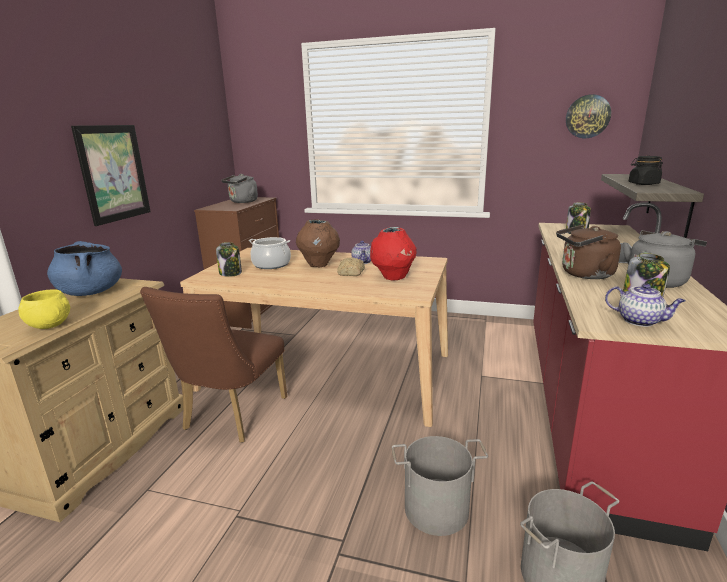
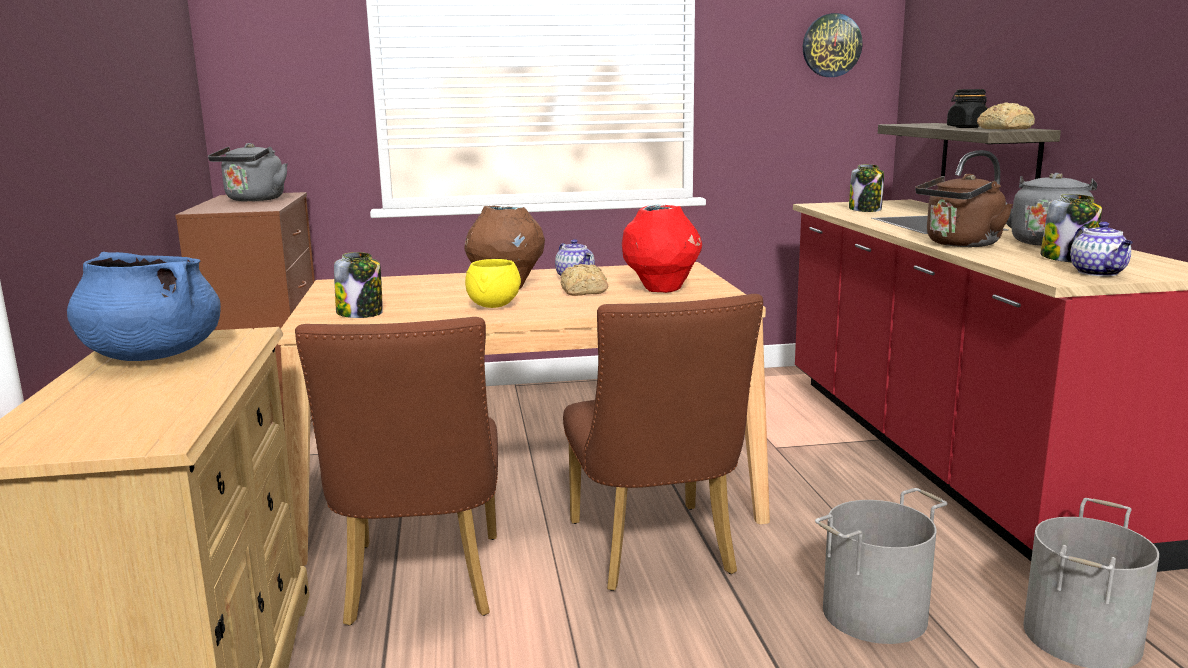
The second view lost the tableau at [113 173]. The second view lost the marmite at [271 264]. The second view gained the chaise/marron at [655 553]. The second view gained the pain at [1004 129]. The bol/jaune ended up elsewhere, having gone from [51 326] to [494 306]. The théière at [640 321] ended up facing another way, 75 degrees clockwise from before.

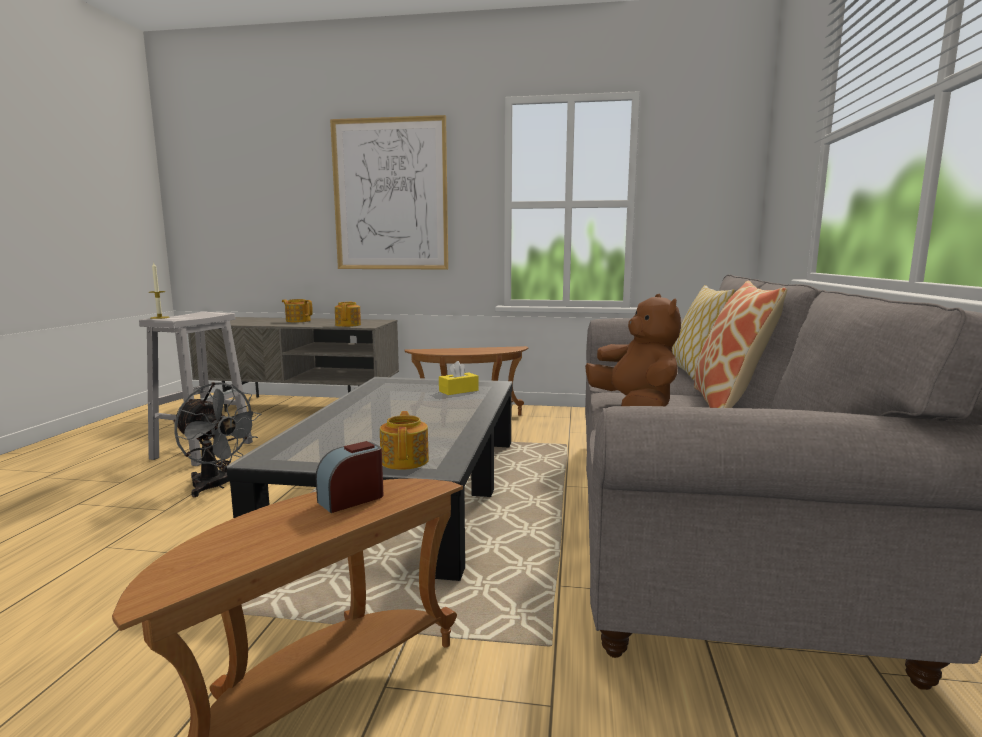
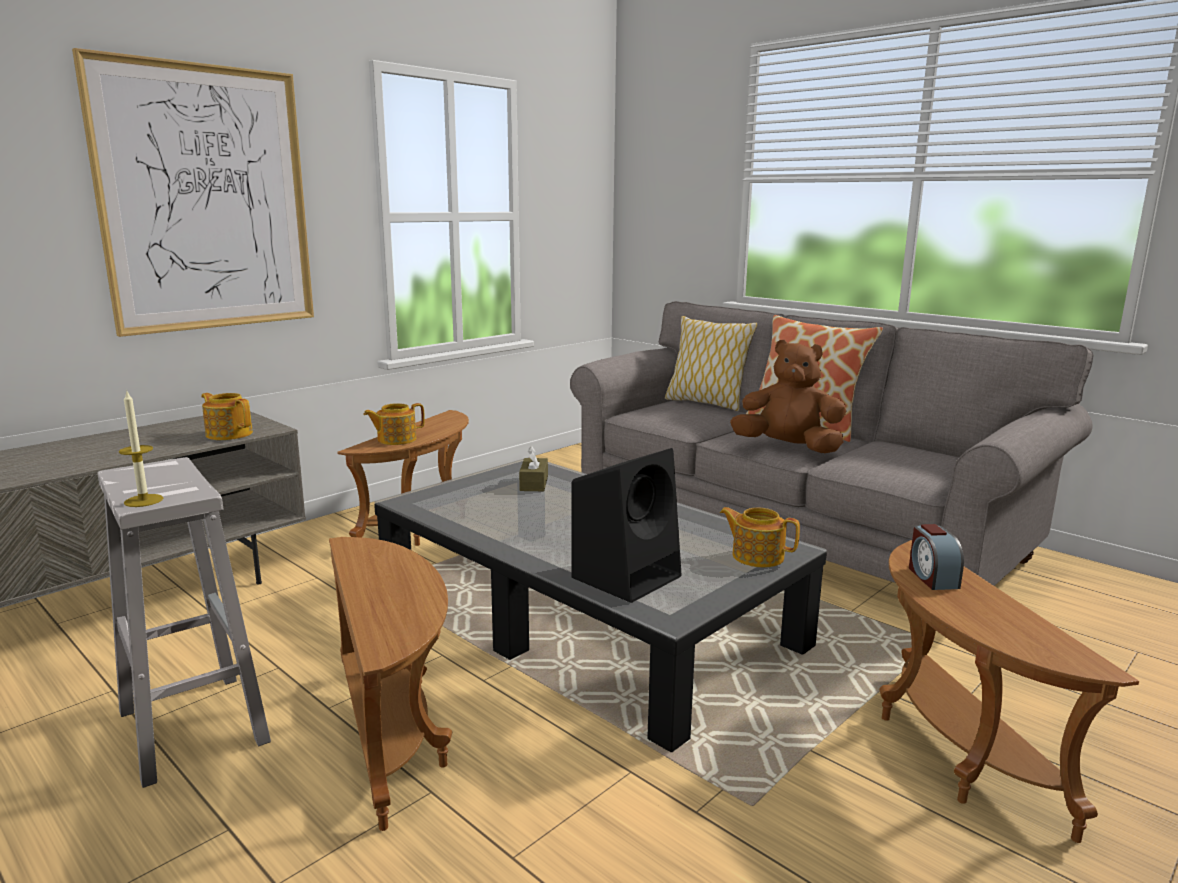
The second view gained the enceinte/noir at [627 576]. The théière ended up elsewhere, having gone from [298 321] to [395 439]. Where the ventilateur/gris stood at [217 486], the table d'appoint/marron came to stand at [394 735]. What was the boîte à mouchoirs/jaune at [458 391] turned into the boîte à mouchoirs/marron at [534 483].

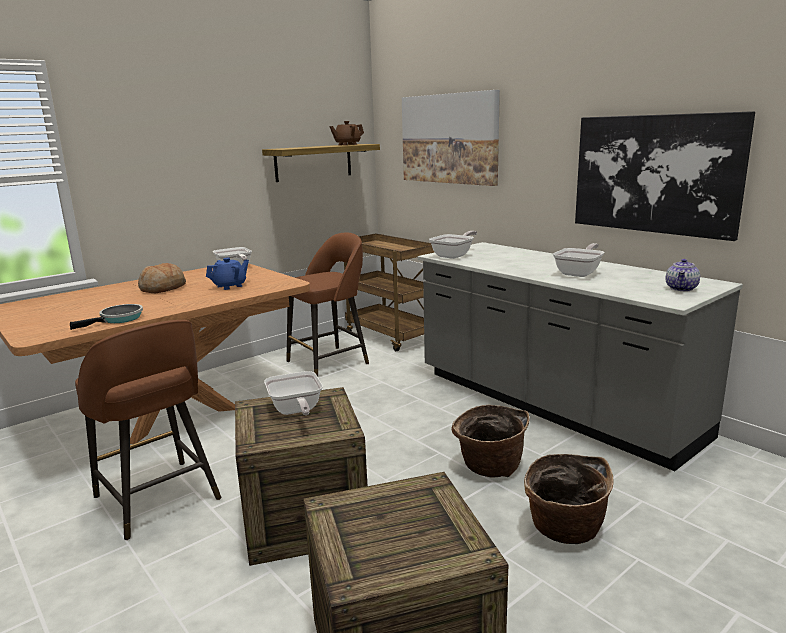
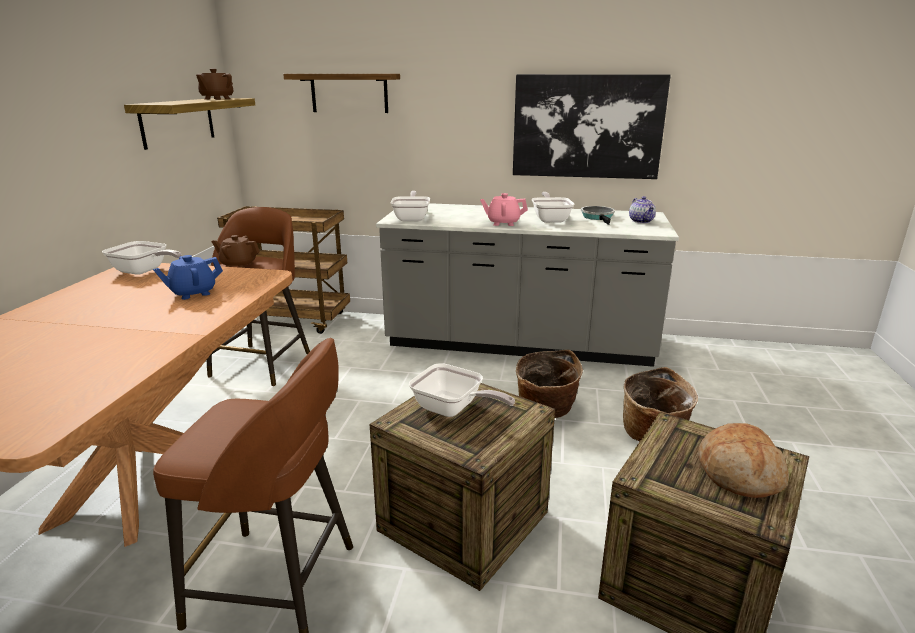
The second view gained the théière/marron at [238 265]. The second view gained the théière/rose at [503 223]. The poêle ended up elsewhere, having gone from [118 319] to [598 217]. The pain ended up elsewhere, having gone from [163 288] to [739 473]. Where the tableau hung at [449 139], the étagère came to hang at [349 93]. The théière/bleu at [230 286] ended up facing another way, 135 degrees counterclockwise from before.

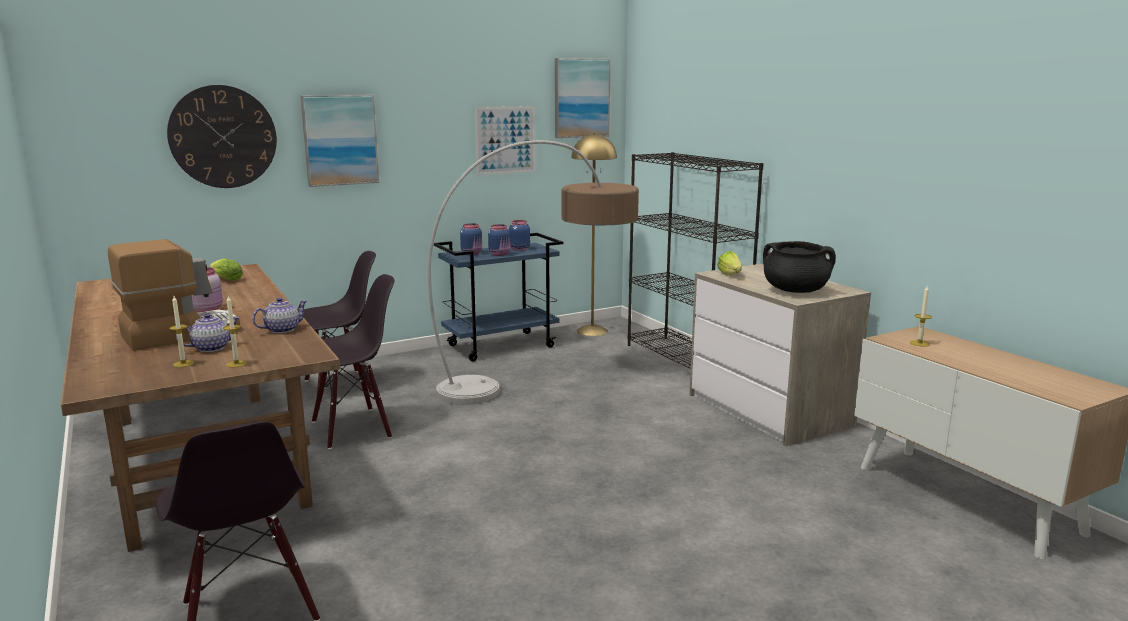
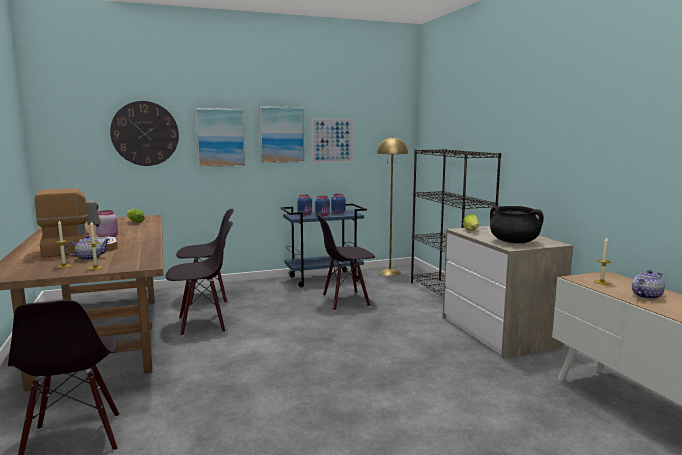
The théière ended up elsewhere, having gone from [282 330] to [646 296]. The tableau ended up elsewhere, having gone from [581 98] to [281 134]. Where the lampadaire stood at [546 378], the chaise/noir came to stand at [345 301].

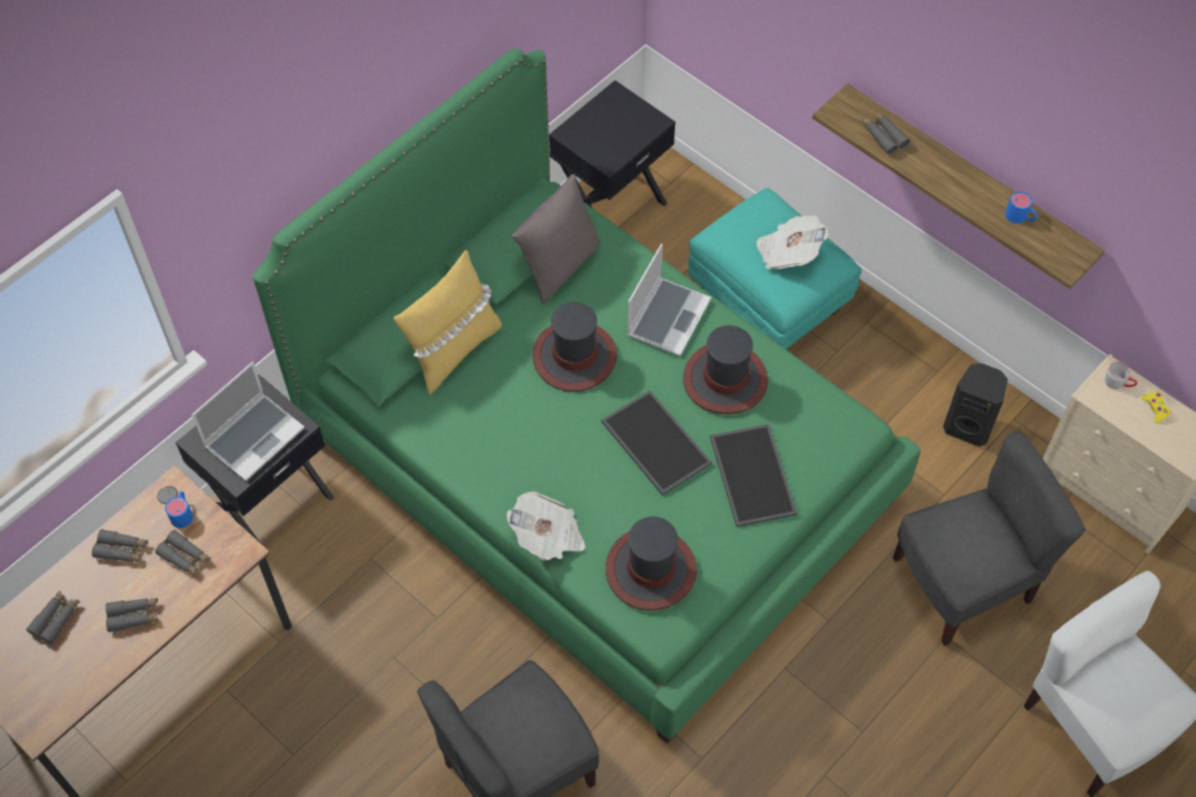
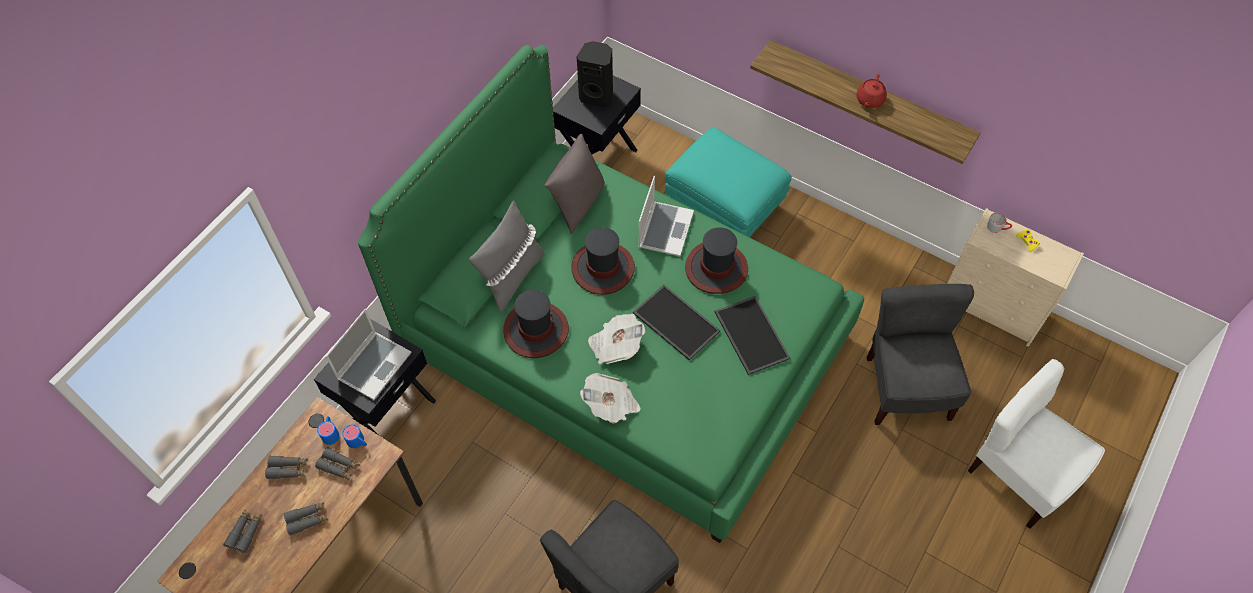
The second view lost the jumelles/gris at [884 136]. The second view gained the théière/rouge at [869 100]. The chapeau ended up elsewhere, having gone from [650 570] to [536 330]. The journal ended up elsewhere, having gone from [788 253] to [615 346]. The enceinte/noir ended up elsewhere, having gone from [968 426] to [597 95]. The mug/bleu ended up elsewhere, having gone from [1020 217] to [358 442]. What was the coussin/jaune at [453 351] turned into the coussin/gris at [512 277]. The chaise/gris at [963 582] ended up facing another way, 60 degrees counterclockwise from before.

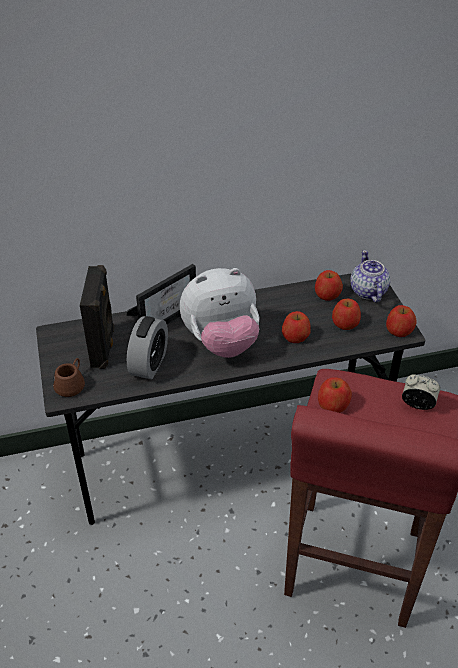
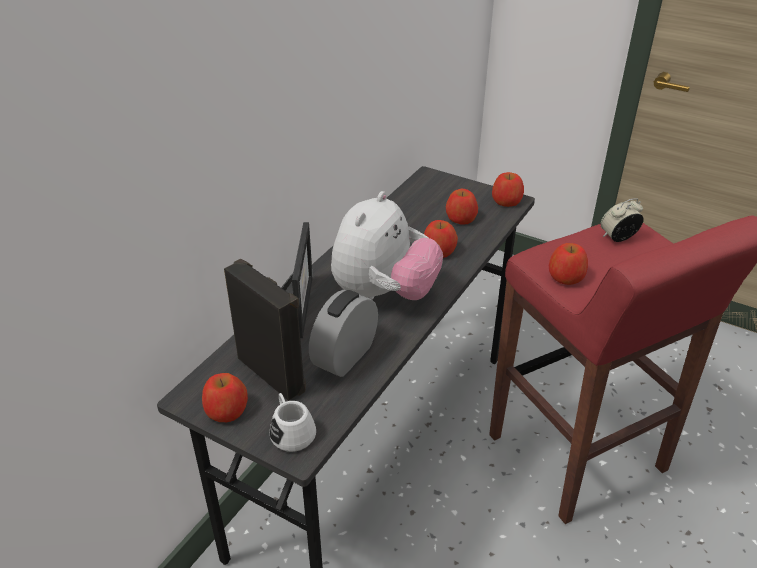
The second view lost the théière at [368 292]. The pomme ended up elsewhere, having gone from [327 294] to [226 410]. What was the mug/marron at [71 384] turned into the mug/blanc at [291 431]. The réveil at [149 364] ended up facing another way, 120 degrees counterclockwise from before.

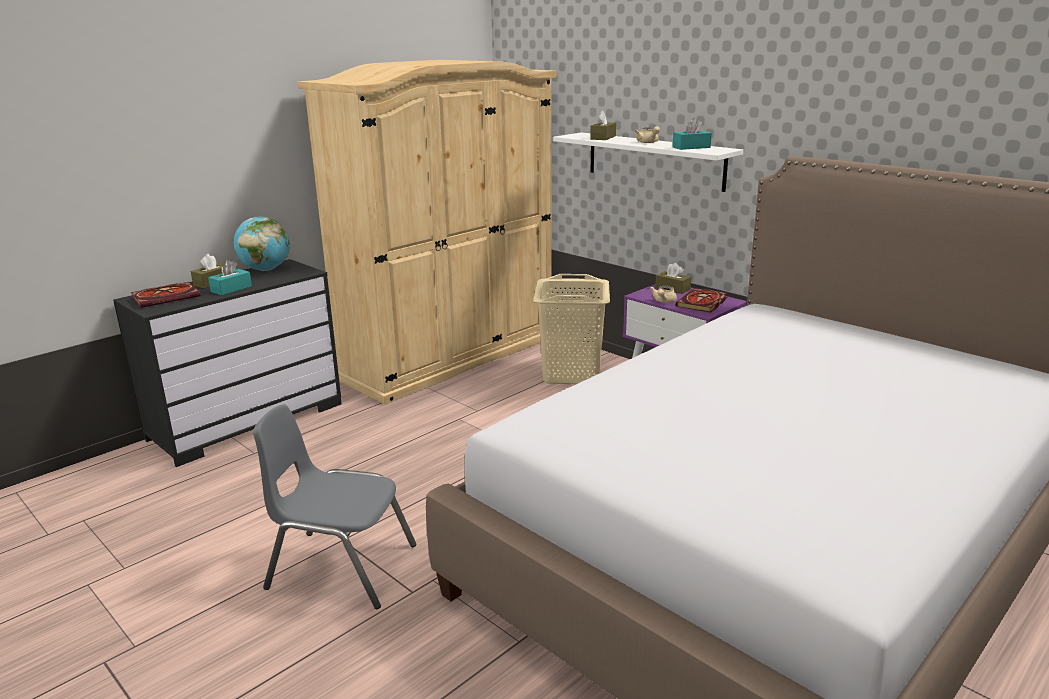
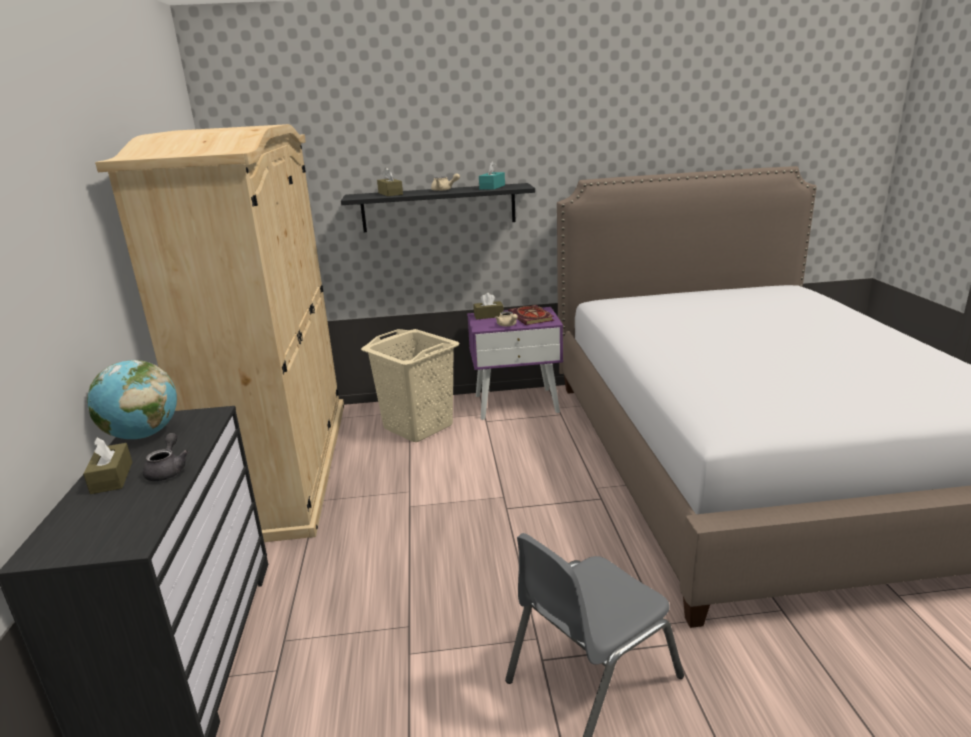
The second view lost the livre at [167 297]. Where the boîte à mouchoirs/turquoise stood at [231 289], the théière/gris came to stand at [168 470]. What was the étagère/blanc at [654 161] turned into the étagère/noir at [438 208].

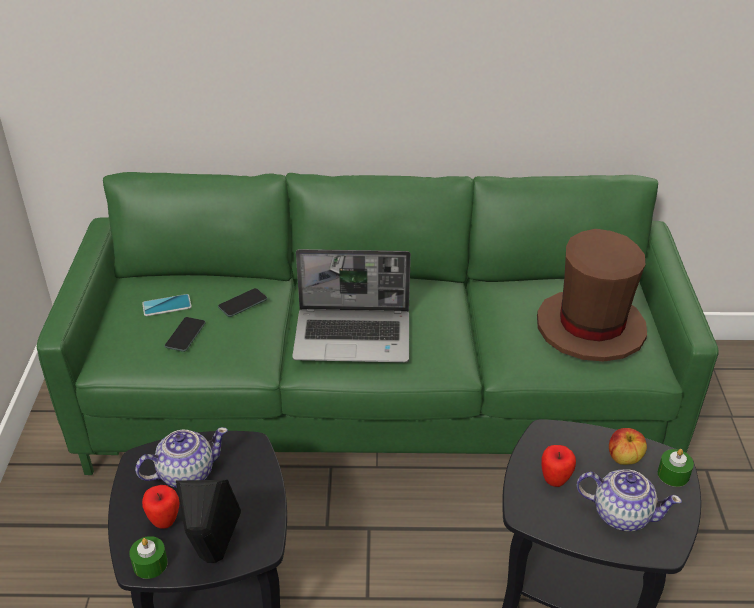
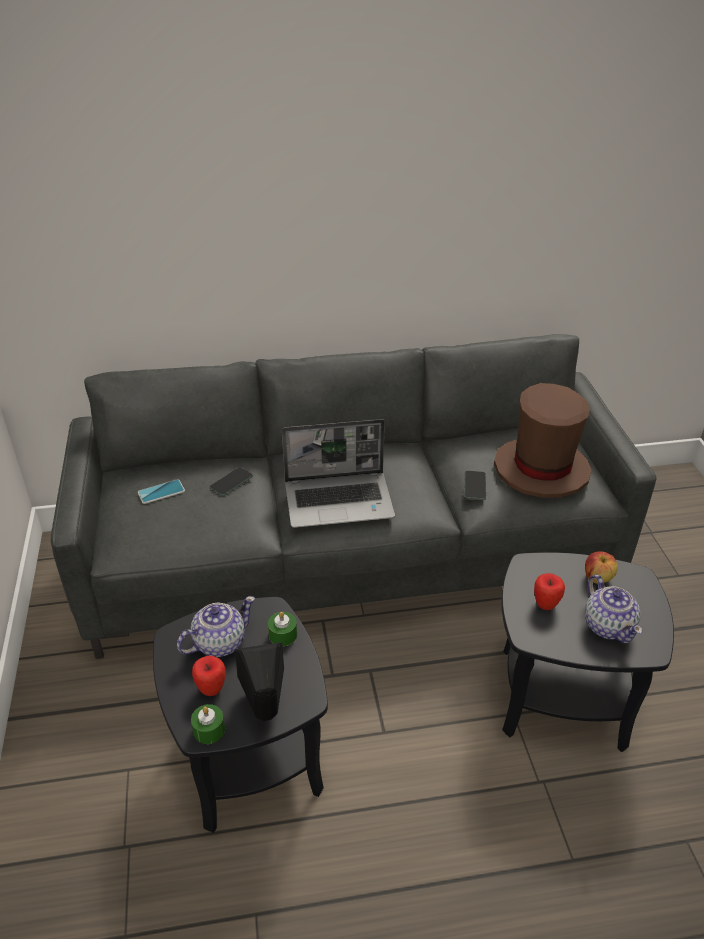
The téléphone ended up elsewhere, having gone from [185 335] to [475 485]. The bougie/vert ended up elsewhere, having gone from [673 474] to [283 635]. What was the canapé/vert at [378 410] turned into the canapé/gris at [352 565]. The théière at [621 514] ended up facing another way, 60 degrees clockwise from before.

